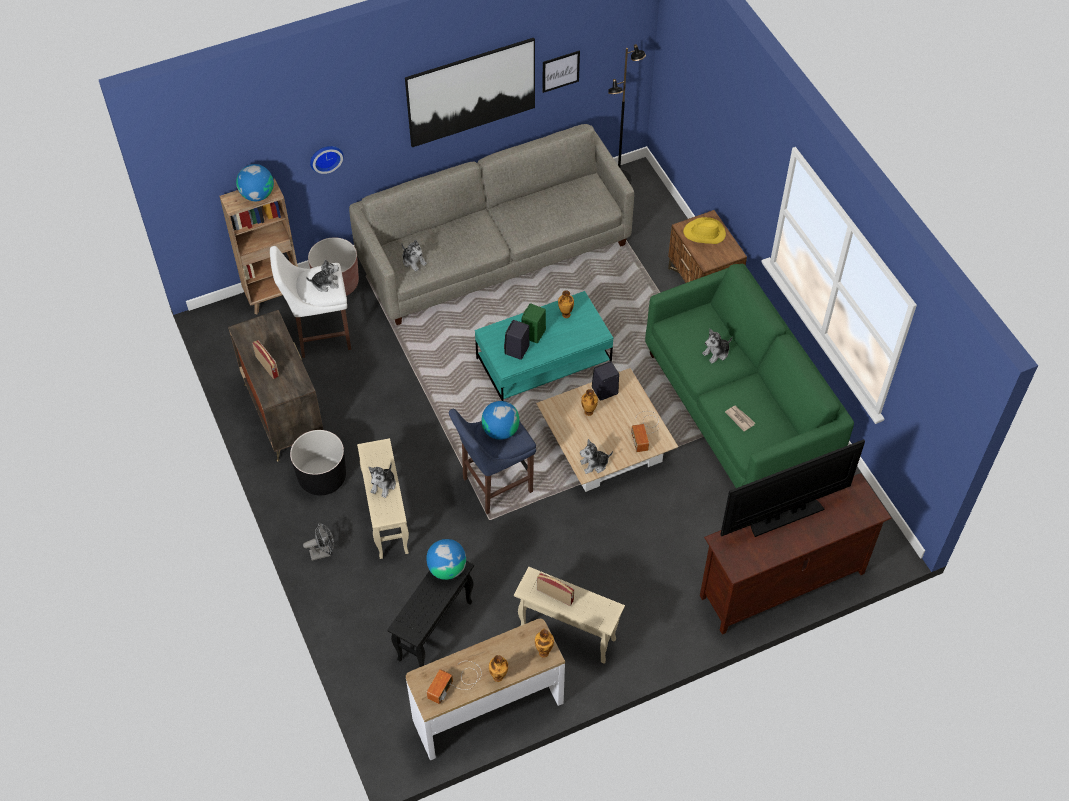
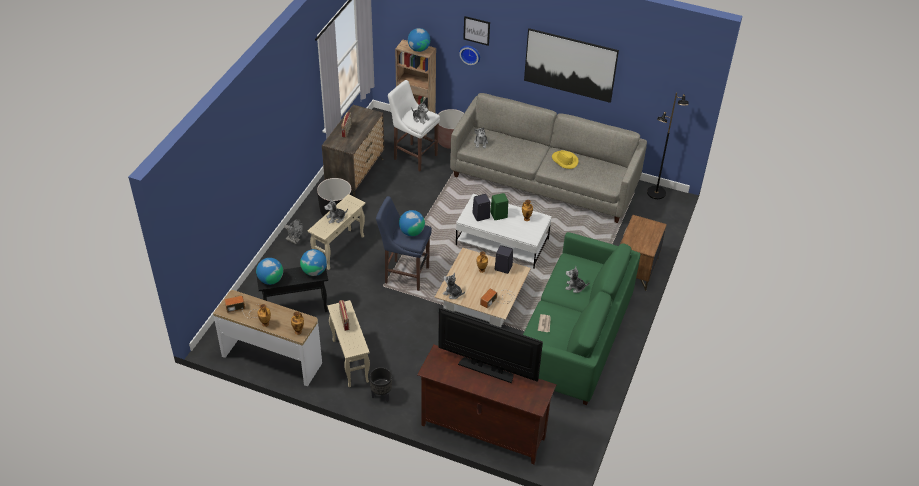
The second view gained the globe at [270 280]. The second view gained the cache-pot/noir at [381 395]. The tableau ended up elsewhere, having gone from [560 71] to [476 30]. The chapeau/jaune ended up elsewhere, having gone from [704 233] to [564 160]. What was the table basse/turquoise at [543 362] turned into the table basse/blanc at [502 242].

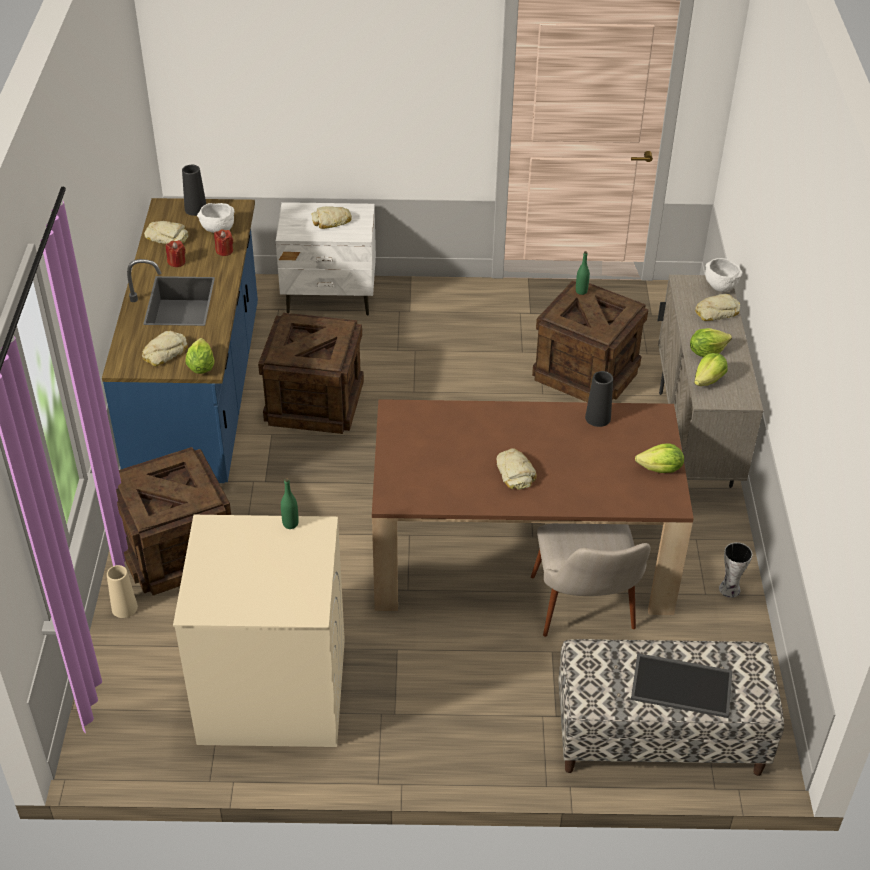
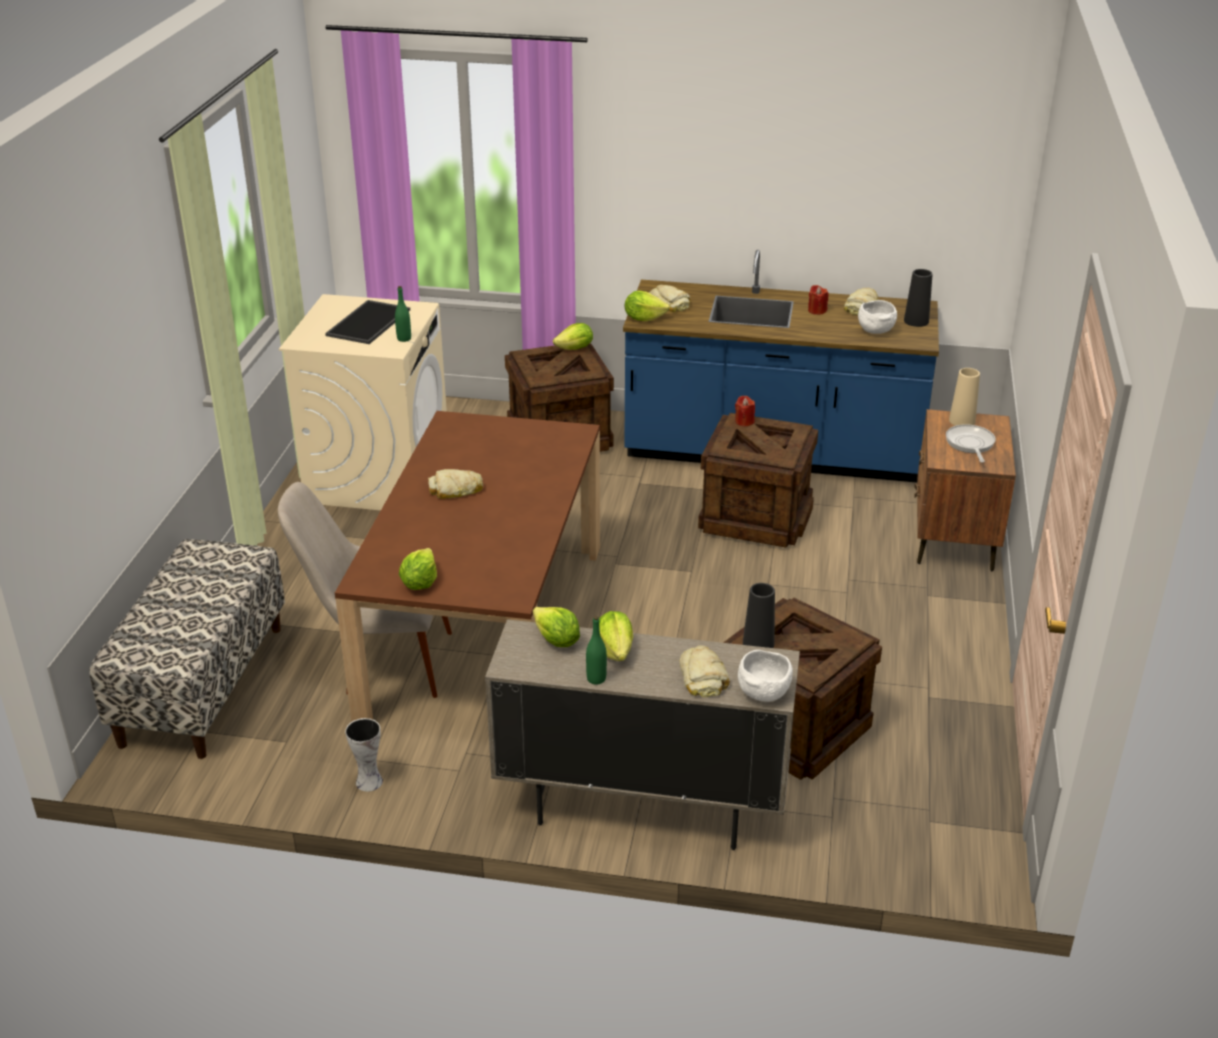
The second view gained the laitue at [575 349]. The vase/beige ended up elsewhere, having gone from [124 608] to [962 421]. The bougie/rouge ended up elsewhere, having gone from [224 251] to [744 421]. The bouteille/vert ended up elsewhere, having gone from [581 291] to [596 679]. The vase/noir ended up elsewhere, having gone from [598 418] to [758 643]. The plateau ended up elsewhere, having gone from [683 684] to [369 323]. Where the pain stood at [331 221], the poêle came to stand at [970 444]. What was the table de chevet/blanc at [330 297] turned into the table de chevet/marron at [953 539].

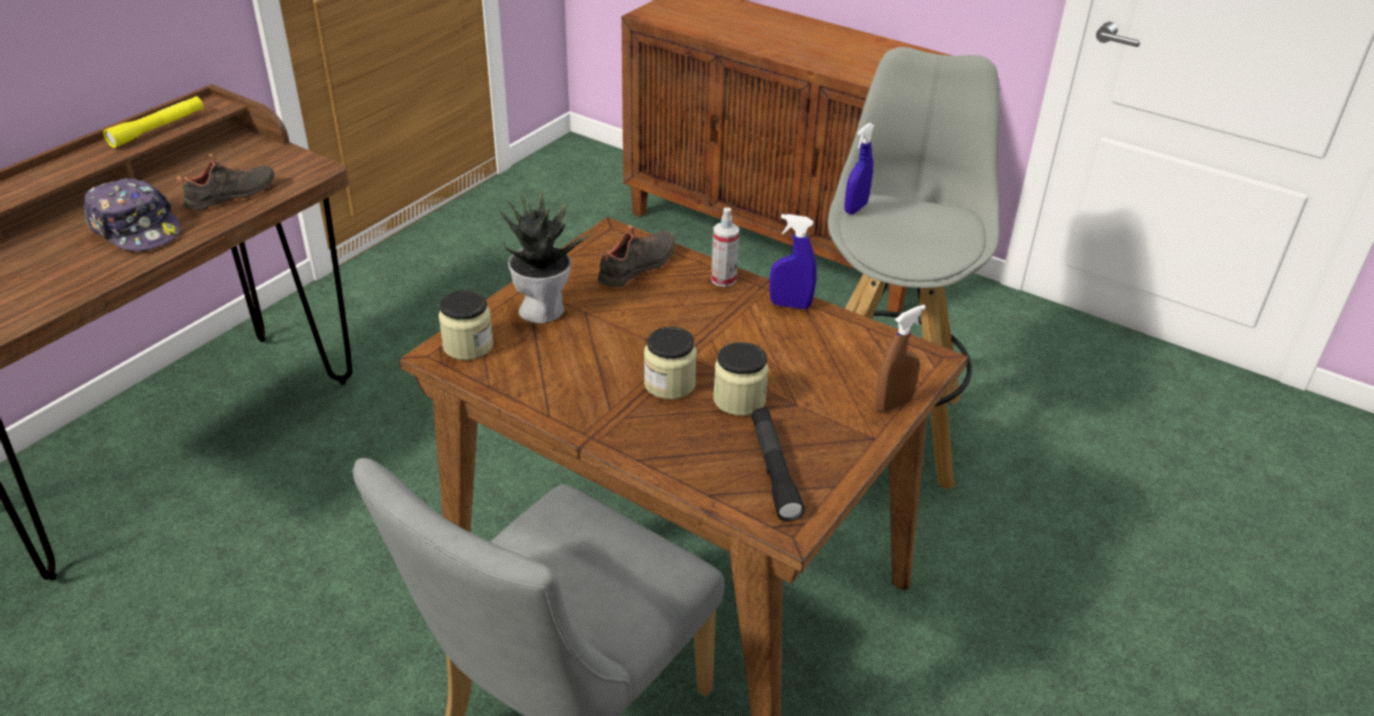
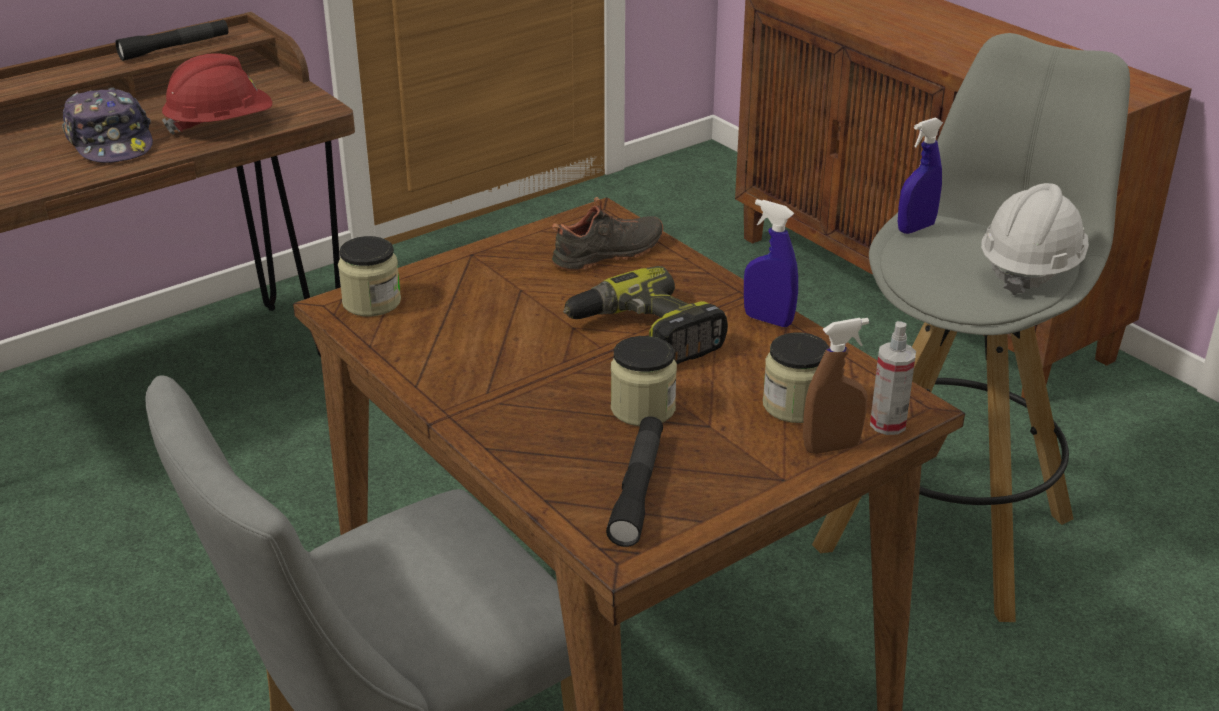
The second view lost the plante en pot at [543 309]. The second view gained the perceuse at [644 334]. The second view gained the casque de chantier/blanc at [1030 269]. The bocal ended up elsewhere, having gone from [669 384] to [795 405]. The vaporisateur ended up elsewhere, having gone from [723 279] to [888 424]. Where the chaussure/noir stood at [232 197], the casque de chantier/rouge came to stand at [221 125]. What was the lampe de poche/jaune at [158 128] turned into the lampe de poche/noir at [175 48].

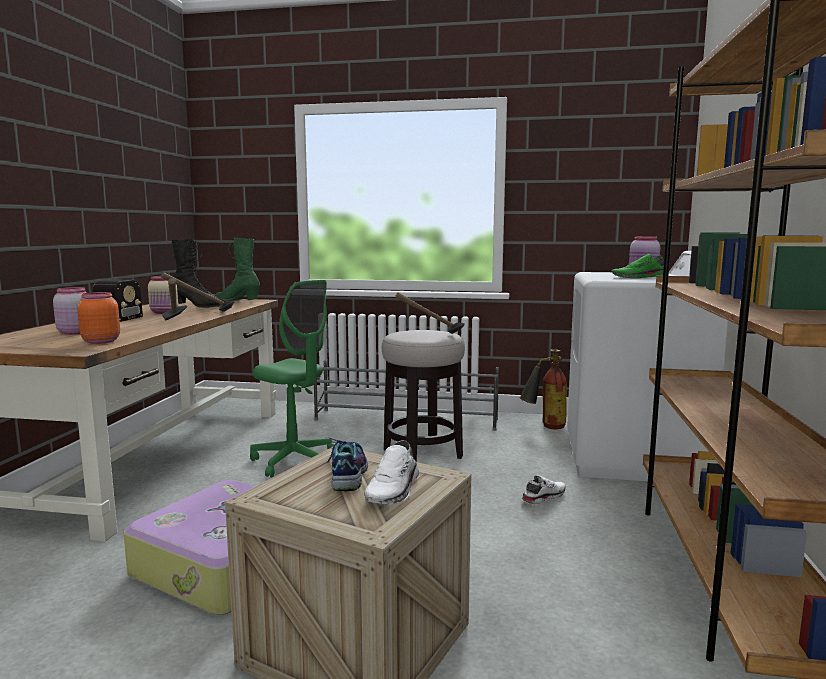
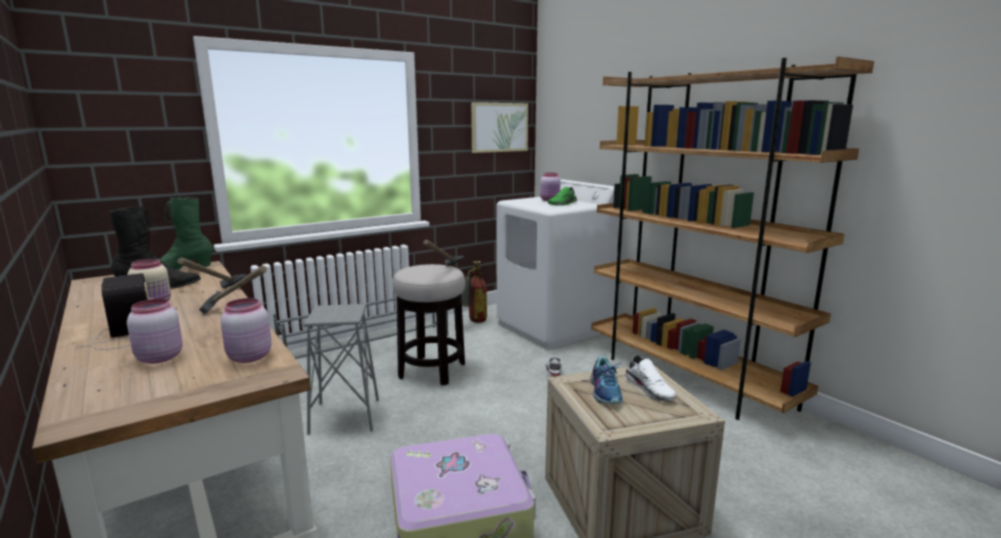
The second view gained the tableau at [499 127]. Where the chaise de bureau/vert stood at [294 461], the tabouret/gris came to stand at [345 416]. What was the bocal/orange at [100 341] turned into the bocal/rose at [248 357]. The chaussure at [347 474] ended up facing another way, 135 degrees counterclockwise from before.

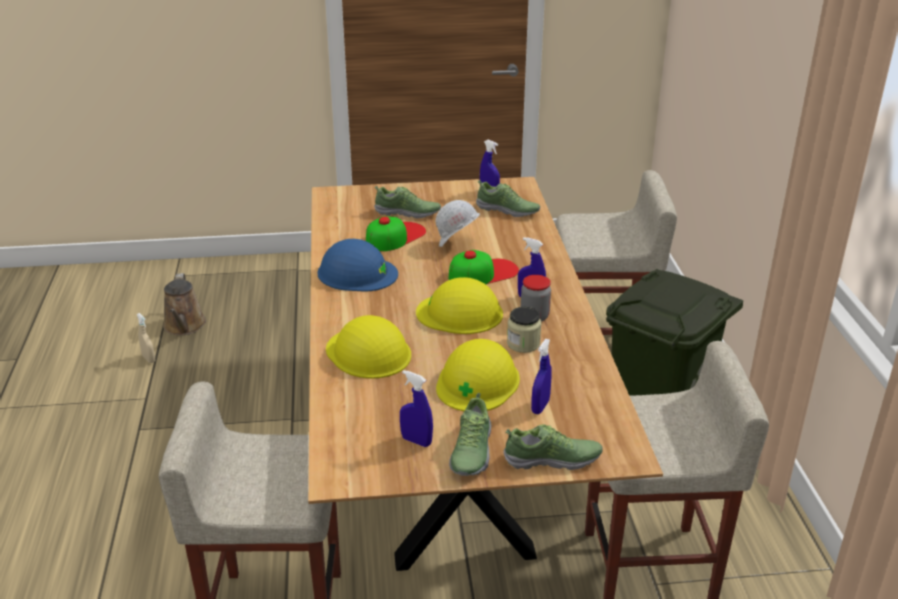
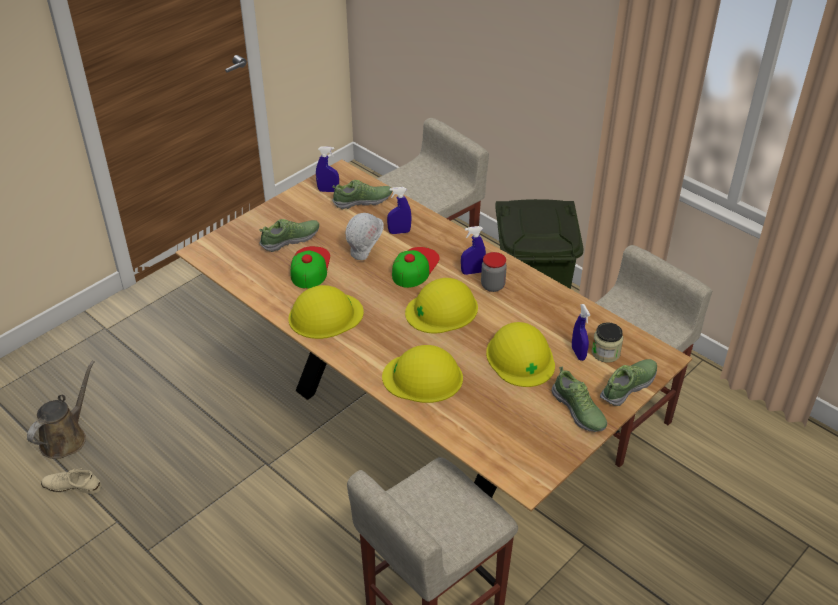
The vaporisateur/bleu ended up elsewhere, having gone from [416 441] to [399 232]. The bocal ended up elsewhere, having gone from [523 343] to [605 353]. Where the vaporisateur/beige stood at [149 359], the chaussure/beige came to stand at [72 486]. What was the casque de chantier/bleu at [357 273] turned into the casque de chantier/jaune at [325 315]. The arrosoir/marron at [184 326] ended up facing another way, 105 degrees counterclockwise from before.

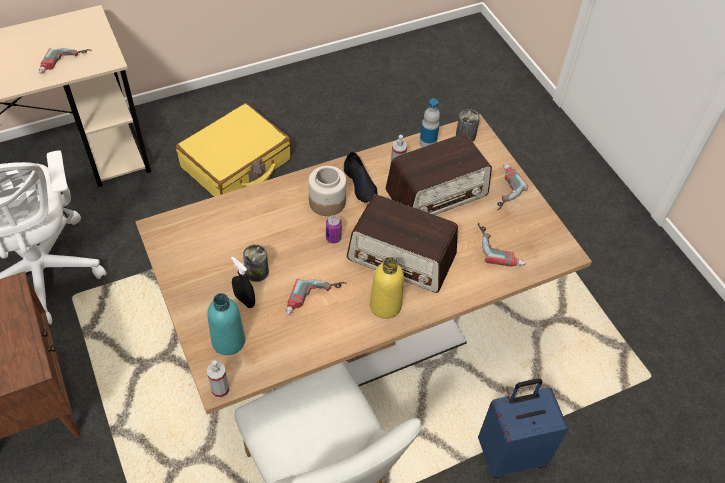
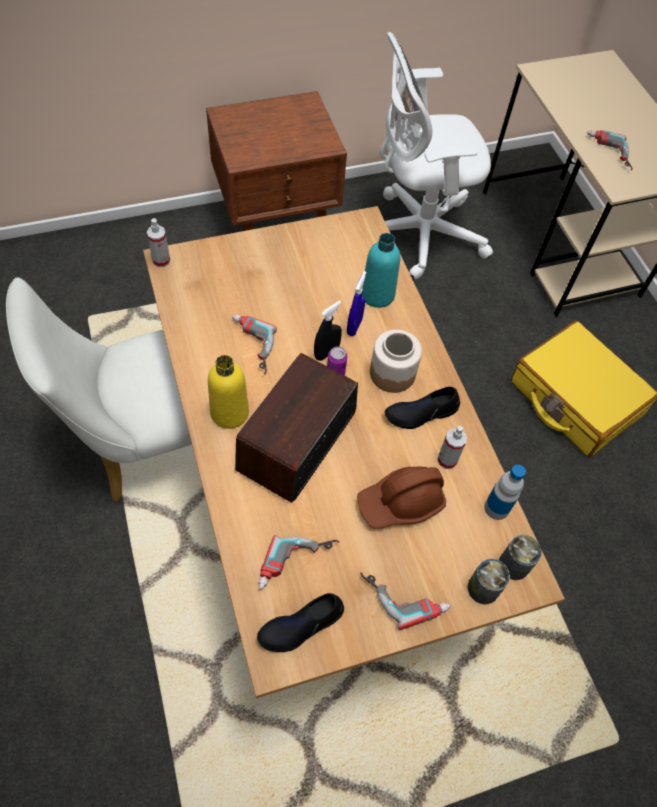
The second view lost the valise/bleu at [510 453]. The second view gained the chaussure/noir at [301 625]. The second view gained the vaporisateur/bleu at [354 326]. The bouteille/turquoise ended up elsewhere, having gone from [228 341] to [377 295]. The vaporisateur/noir ended up elsewhere, having gone from [244 300] to [326 353]. The boîte métallique ended up elsewhere, having gone from [257 272] to [483 588]. Where the radio stood at [437 193], the casque de chantier/marron came to stand at [401 502].

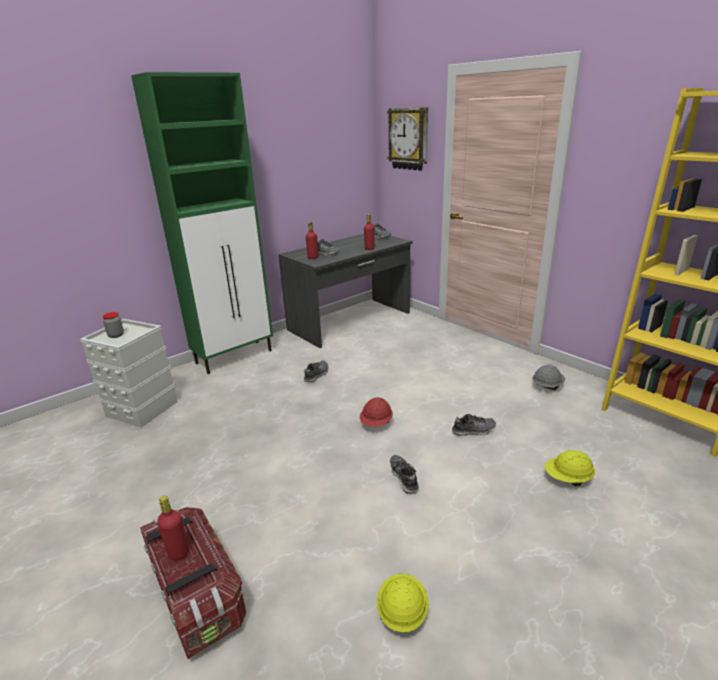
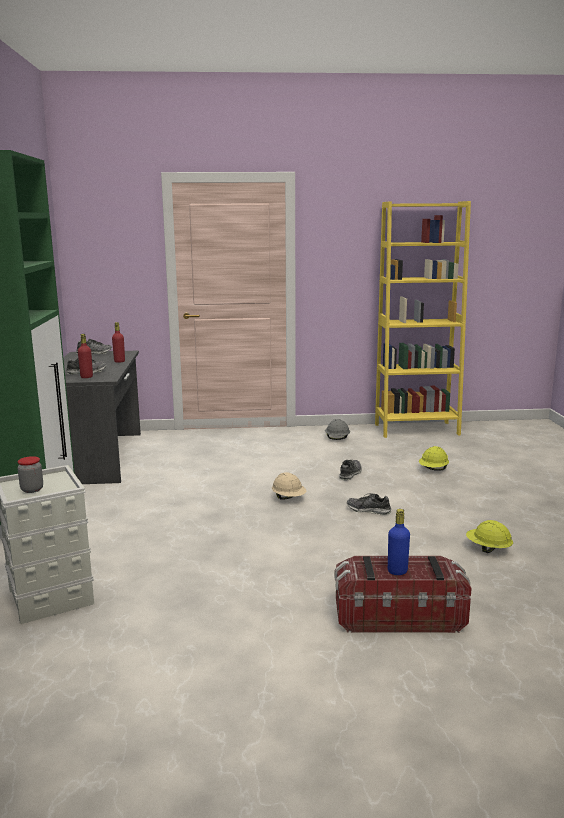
The second view lost the chaussure at [316 375]. The second view lost the horloge murale at [409 139]. What was the bouteille/rouge at [178 552] turned into the bouteille/bleu at [397 571]. What was the casque de chantier/rouge at [376 424] turned into the casque de chantier/beige at [289 498].

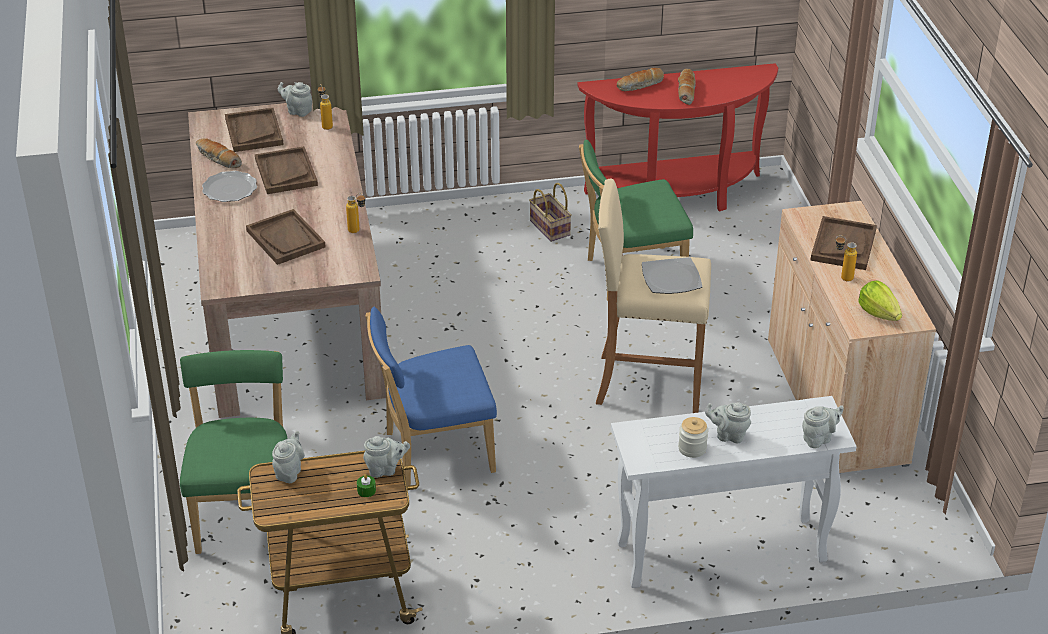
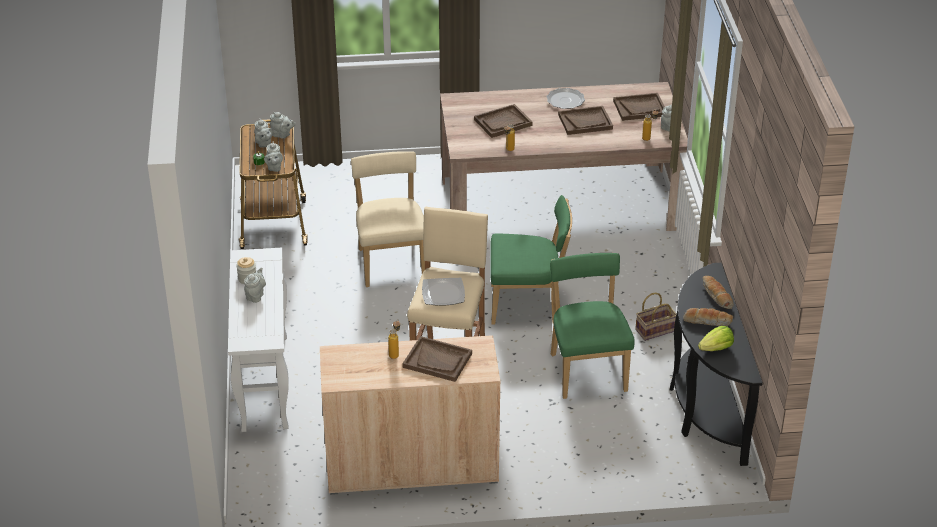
The second view lost the pain at [218 159]. The chaise/vert ended up elsewhere, having gone from [246 513] to [528 305]. The théière/gris ended up elsewhere, having gone from [819 439] to [264 144]. The laitue ended up elsewhere, having gone from [878 313] to [716 348]. What was the chaise/bleu at [434 453] turned into the chaise/beige at [391 262]. What was the table console/rouge at [677 196] turned into the table console/noir at [705 408].

